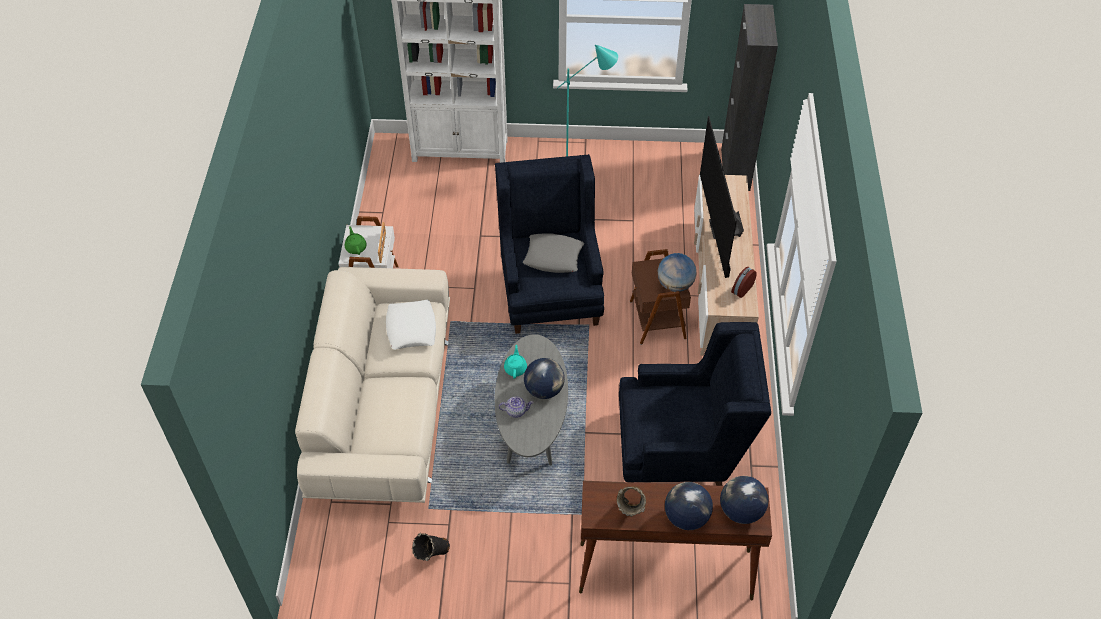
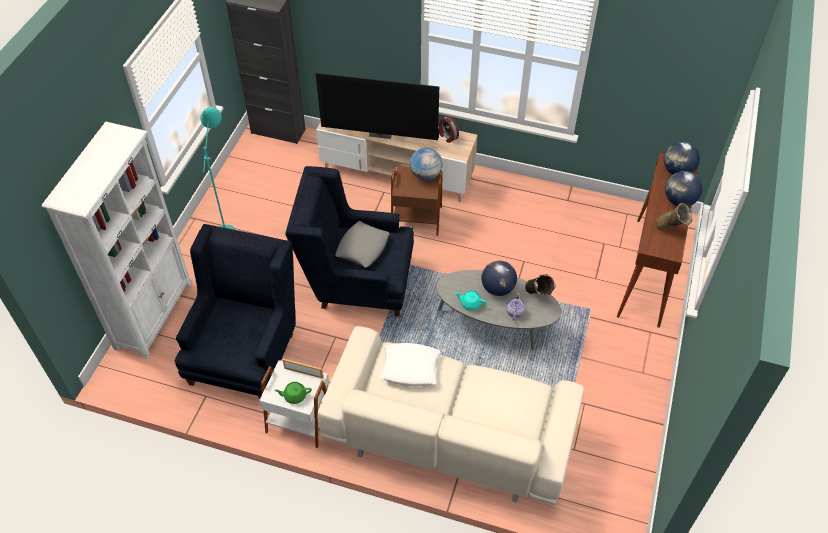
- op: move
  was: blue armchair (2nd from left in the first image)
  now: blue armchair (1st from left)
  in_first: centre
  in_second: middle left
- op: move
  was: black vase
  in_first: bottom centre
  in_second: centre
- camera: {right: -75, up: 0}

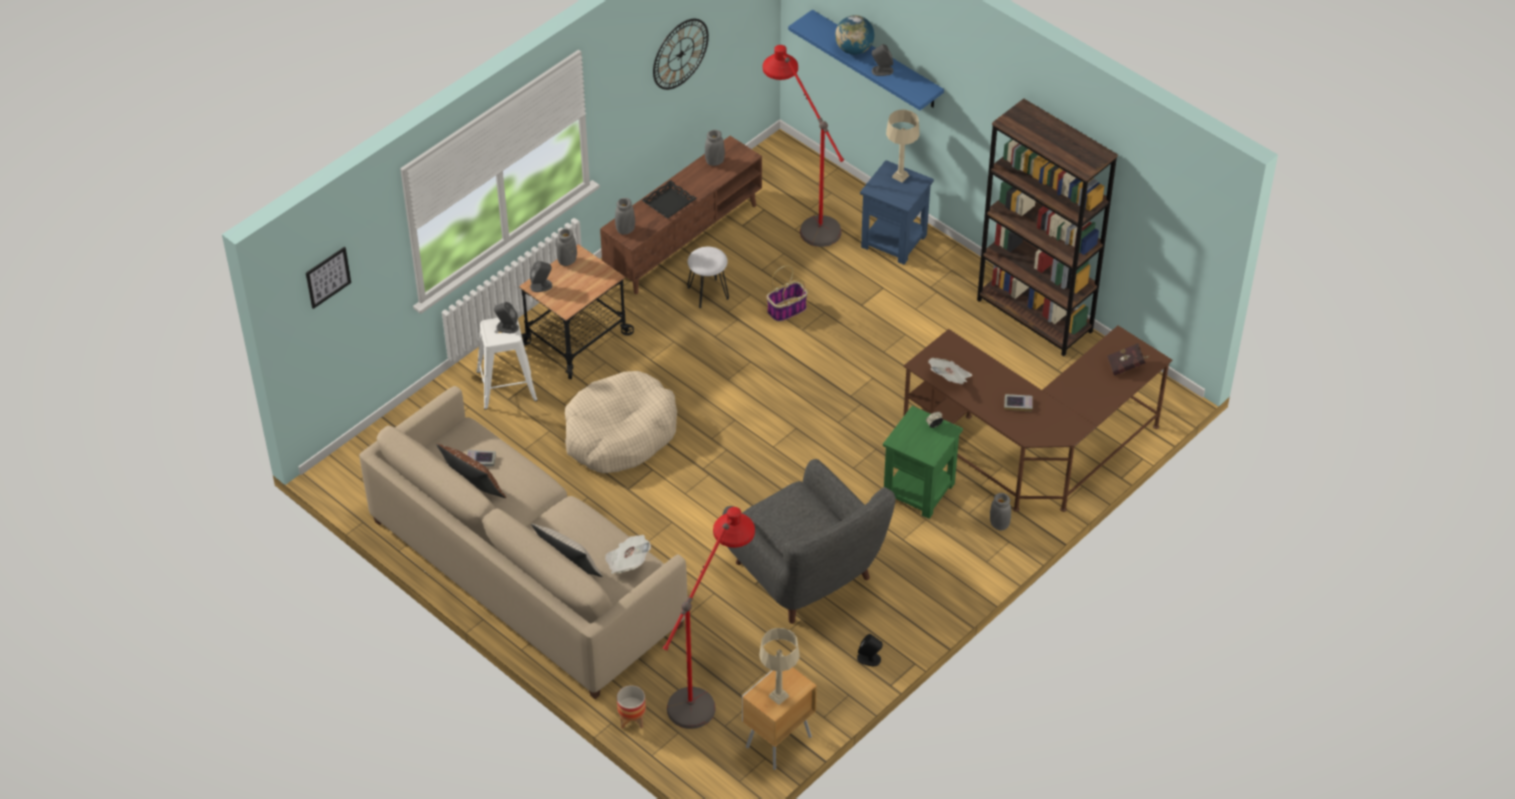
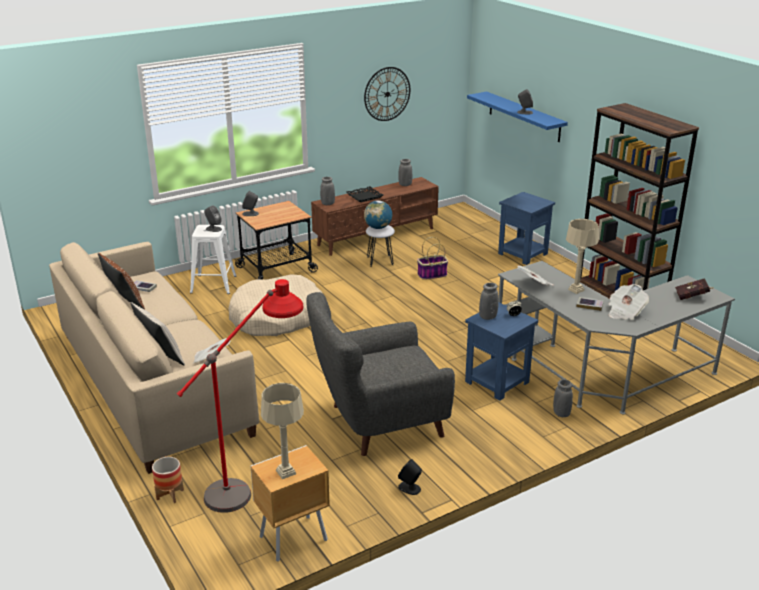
- op: rotate
  was: grey armchair
  in_first: bottom centre
  in_second: centre
  clockwise: 90
- op: move
  was: globe
  in_first: top centre
  in_second: centre
- op: recolor
  was: green side table
  now: blue side table (1st from left)
  in_first: centre
  in_second: centre
- op: move
  was: grey vase (1st from left in the first image)
  now: grey vase (3rd from left)
  in_first: top centre
  in_second: centre
- op: recolor
  was: brown desk
  now: grey desk
  in_first: middle right
  in_second: middle right
- op: move
  was: beige table lamp (2nd from left)
  in_first: top centre
  in_second: middle right
- op: insert
  now: newspaper (3rd from left)
  in_second: middle right
- op: delete
  was: picture
  in_first: middle left
- op: delete
  was: red floor lamp (2nd from left)
  in_first: top centre
- camera: {right: 15, up: -20}

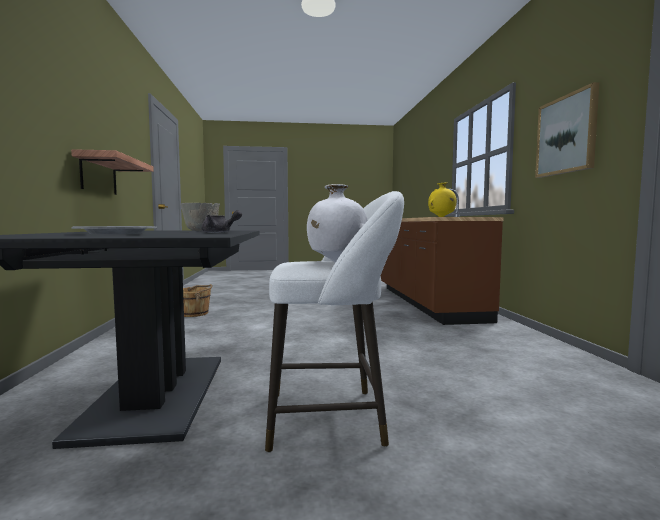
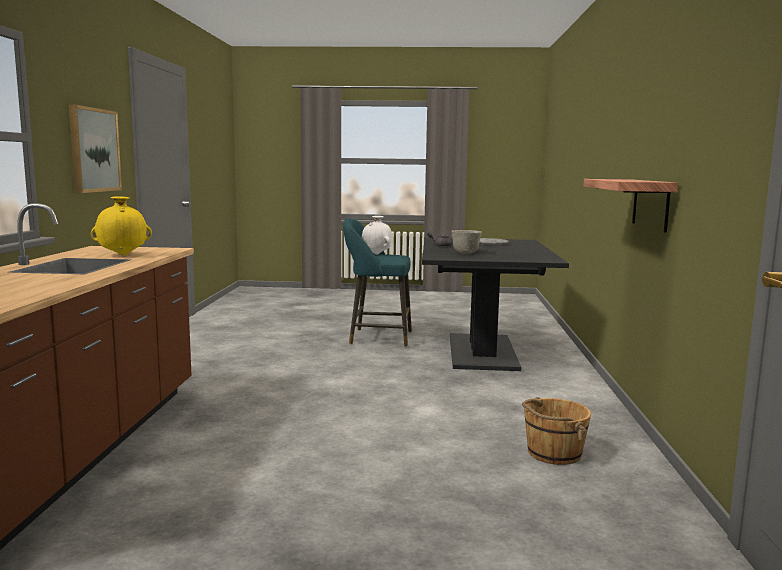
- op: recolor
  was: white stool
  now: turquoise stool
  in_first: centre
  in_second: centre
- camera: {right: -170, up: 5}

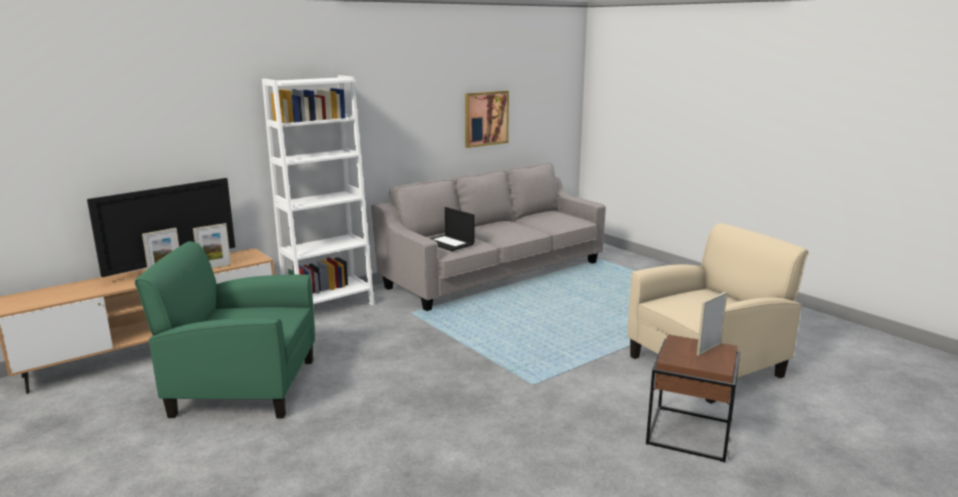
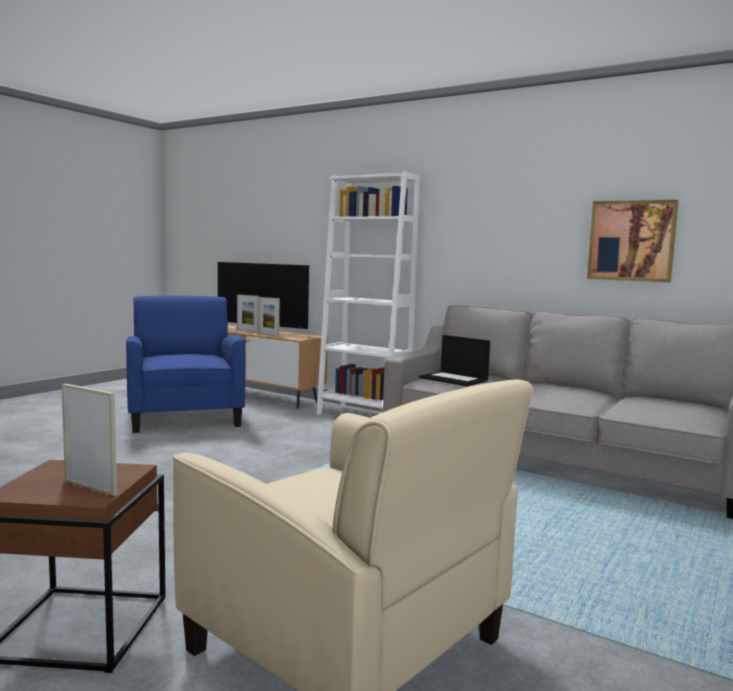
- op: recolor
  was: green armchair
  now: blue armchair
  in_first: middle left
  in_second: middle left
- op: rotate
  was: laptop
  in_first: centre
  in_second: centre
  clockwise: -75
- camera: {right: 70, up: -10}

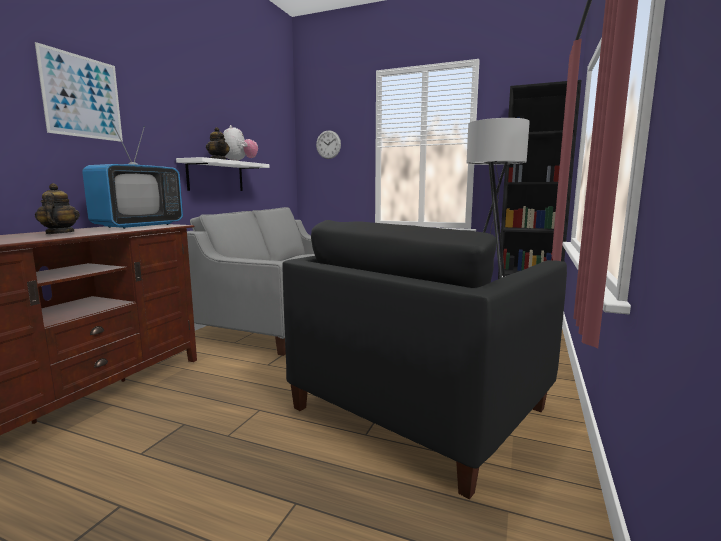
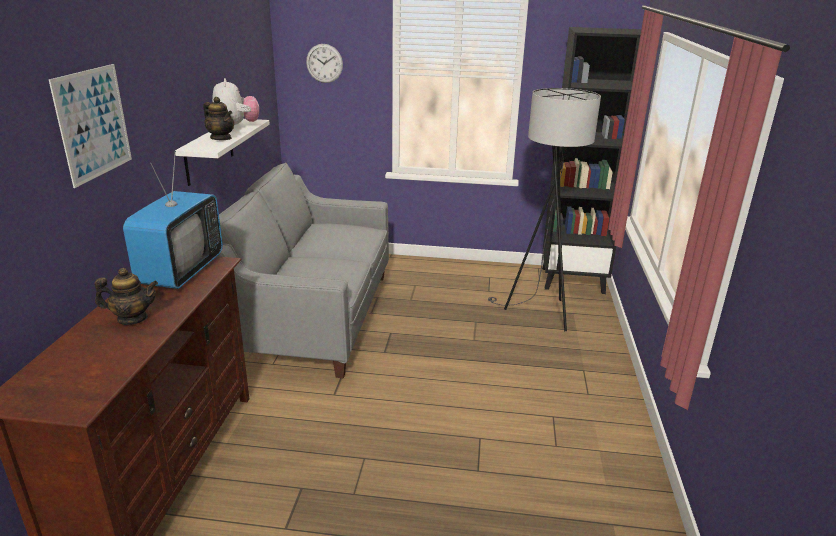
- op: rotate
  was: teapot (1st from left)
  in_first: middle left
  in_second: middle left
  clockwise: 120
- op: delete
  was: black armchair
  in_first: centre
- camera: {right: -15, up: 15}

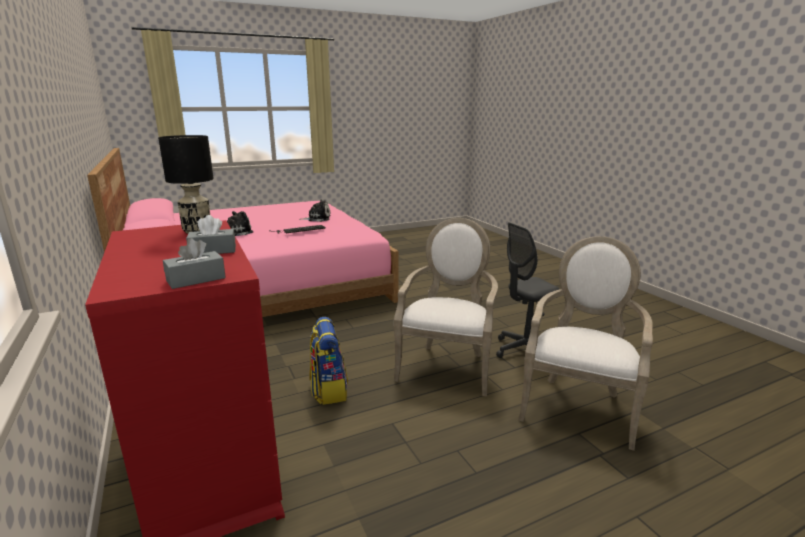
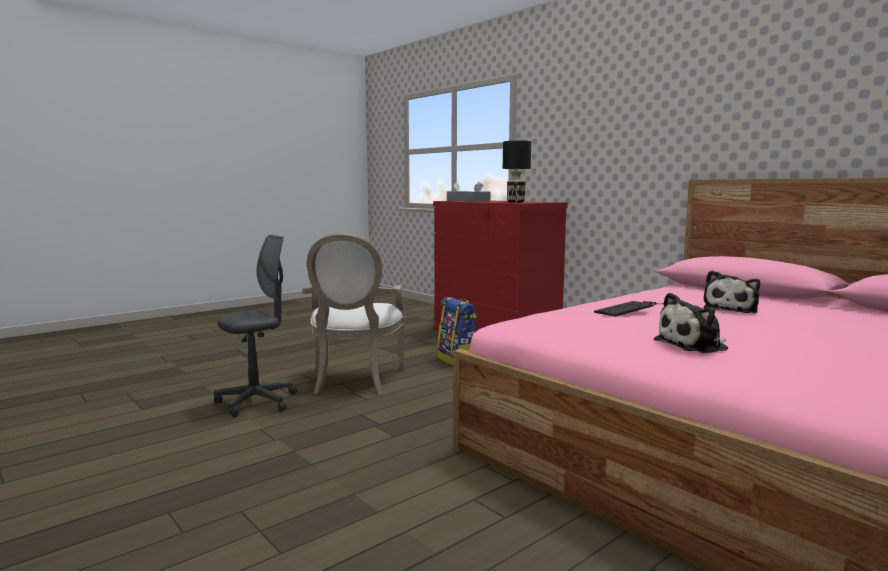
- op: delete
  was: armchair (2nd from left)
  in_first: middle right
- camera: {right: 165, up: -10}

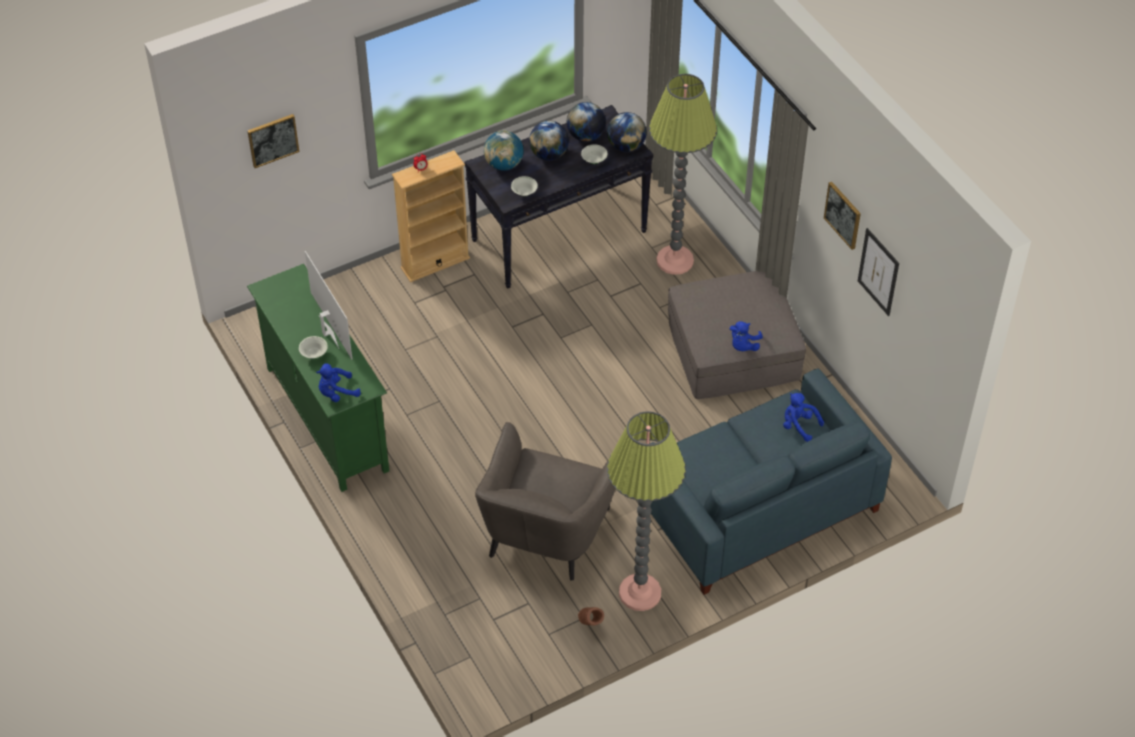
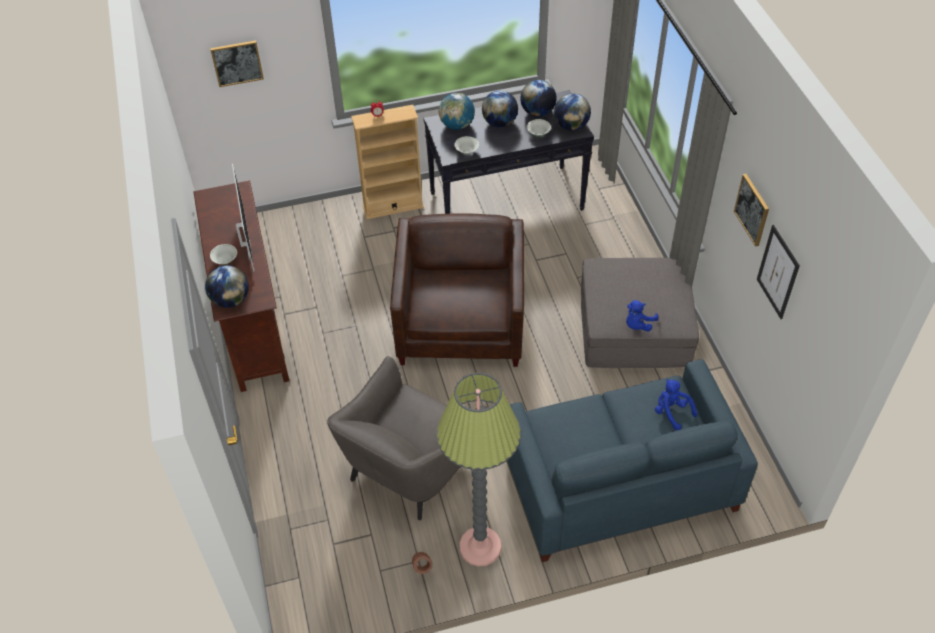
- op: recolor
  was: green tv stand
  now: brown tv stand
  in_first: middle left
  in_second: middle left
- op: replace
  was: blue plush toy (1st from left)
  now: globe (1st from left)
  in_first: middle left
  in_second: middle left
- op: insert
  now: brown armchair
  in_second: centre
- op: delete
  was: floor lamp (2nd from left)
  in_first: top centre
- camera: {right: 15, up: 0}

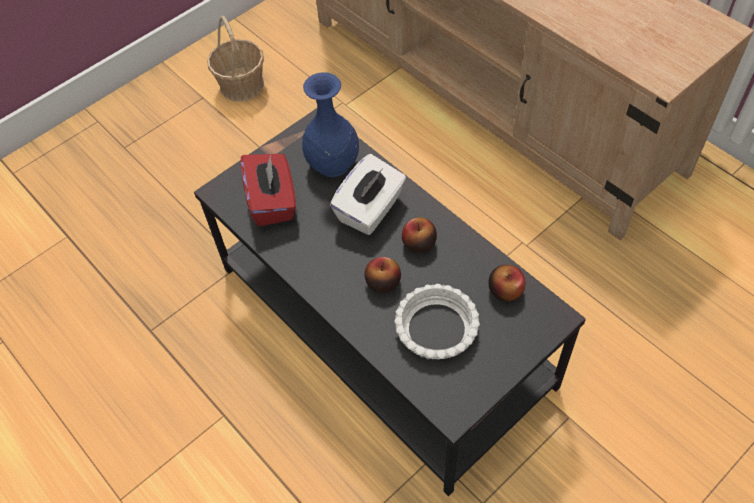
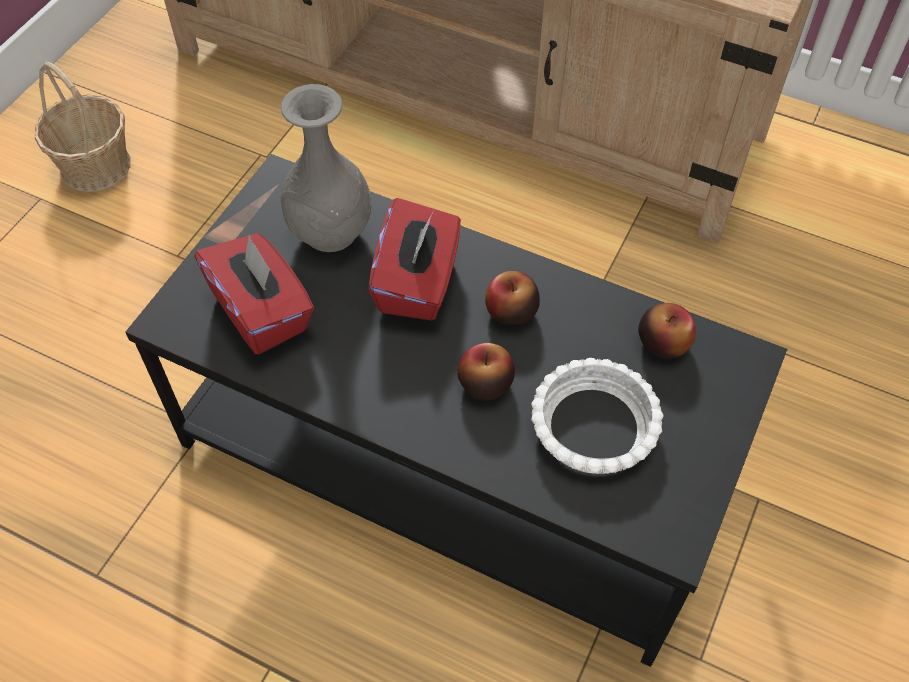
- op: recolor
  was: blue vase
  now: grey vase
  in_first: top centre
  in_second: top centre
- op: recolor
  was: white tissue box
  now: red tissue box (2nd from left)
  in_first: centre
  in_second: centre
- camera: {right: -25, up: 0}

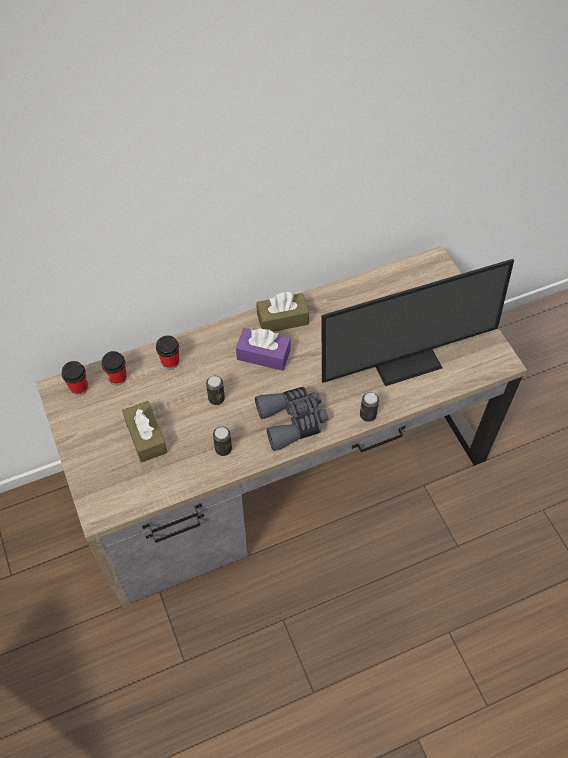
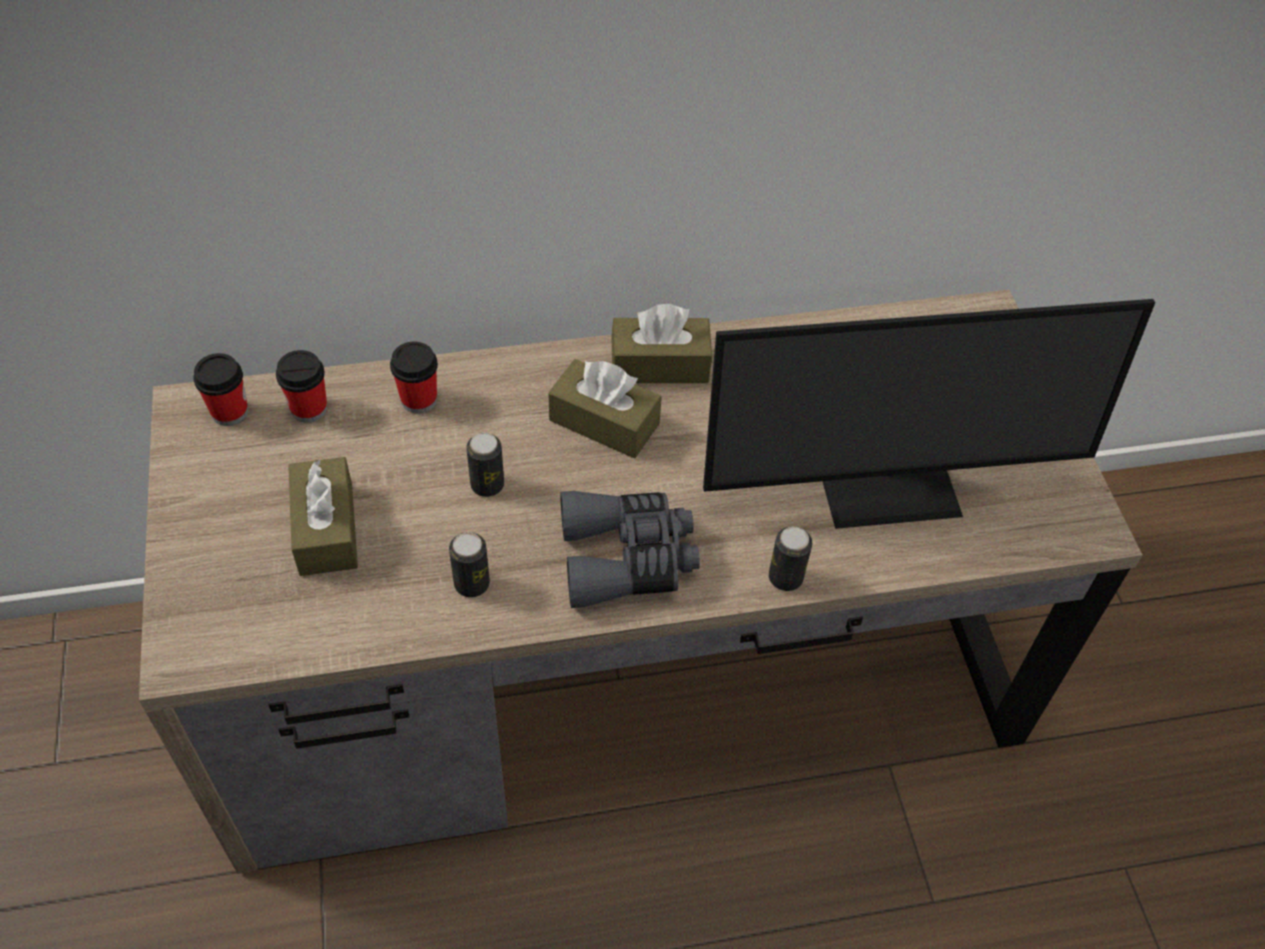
- op: recolor
  was: purple tissue box
  now: brown tissue box (2nd from left)
  in_first: centre
  in_second: centre
- camera: {right: 10, up: -5}

